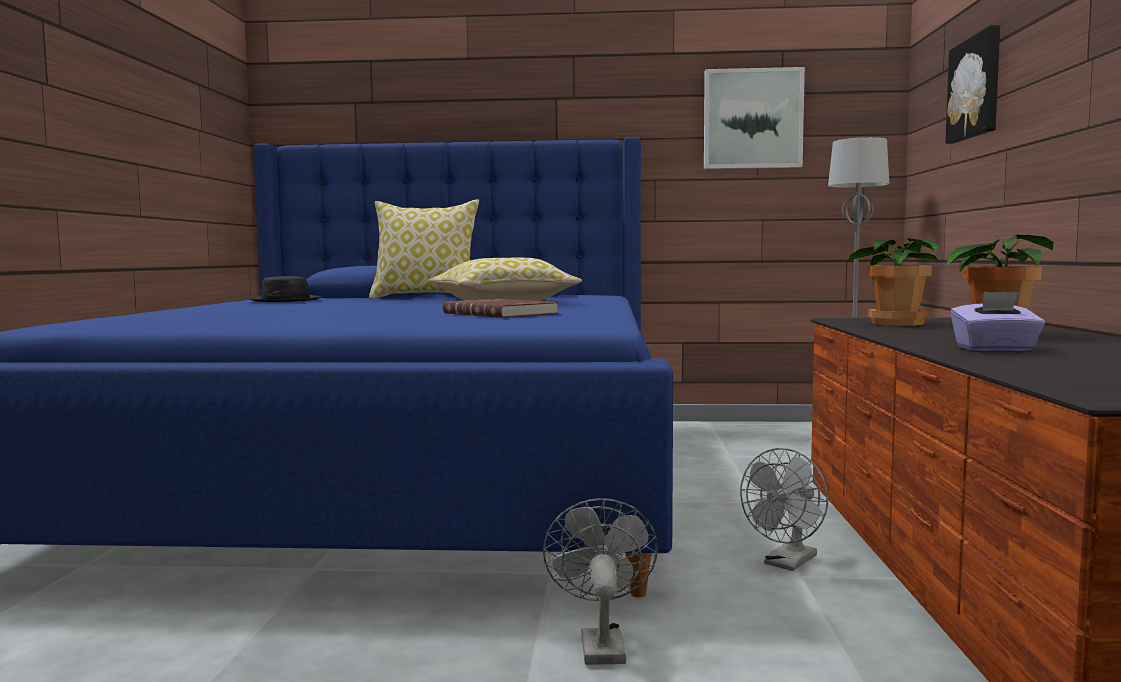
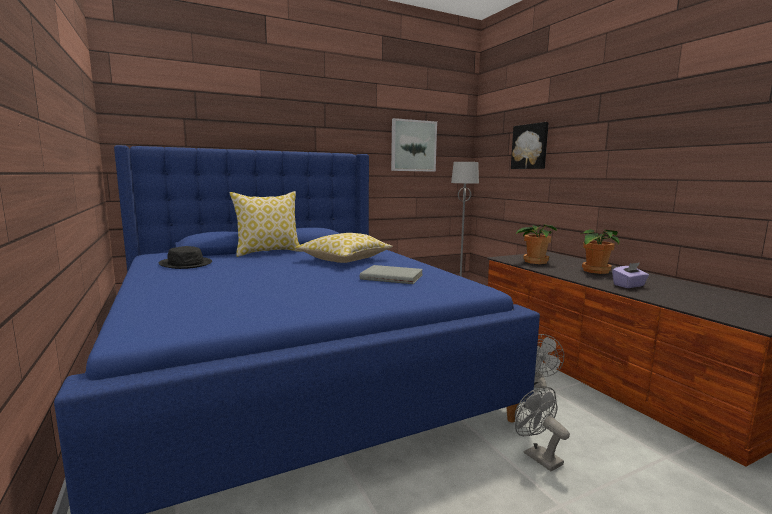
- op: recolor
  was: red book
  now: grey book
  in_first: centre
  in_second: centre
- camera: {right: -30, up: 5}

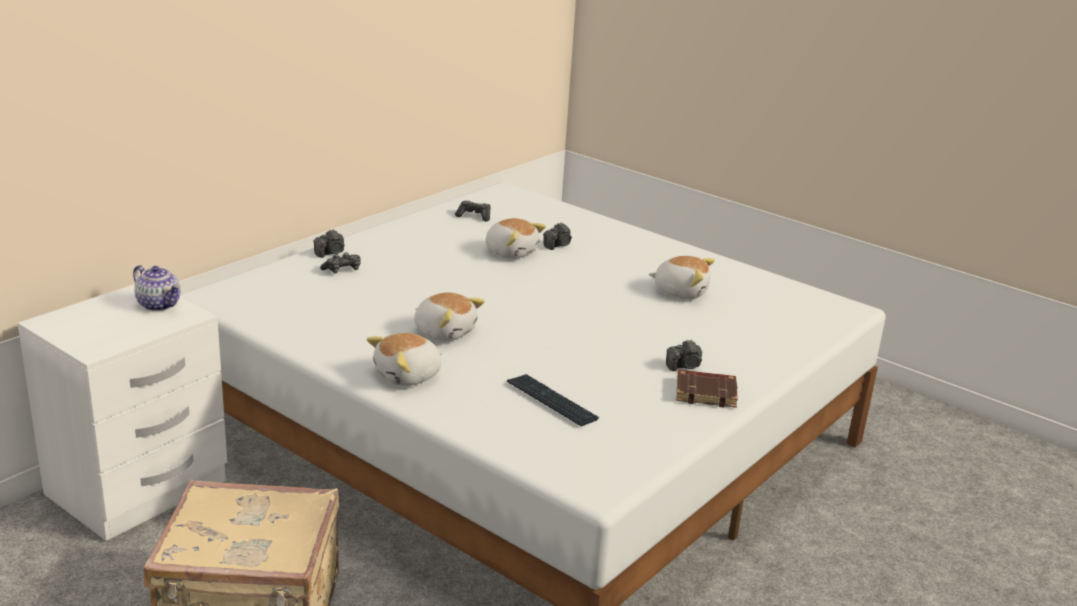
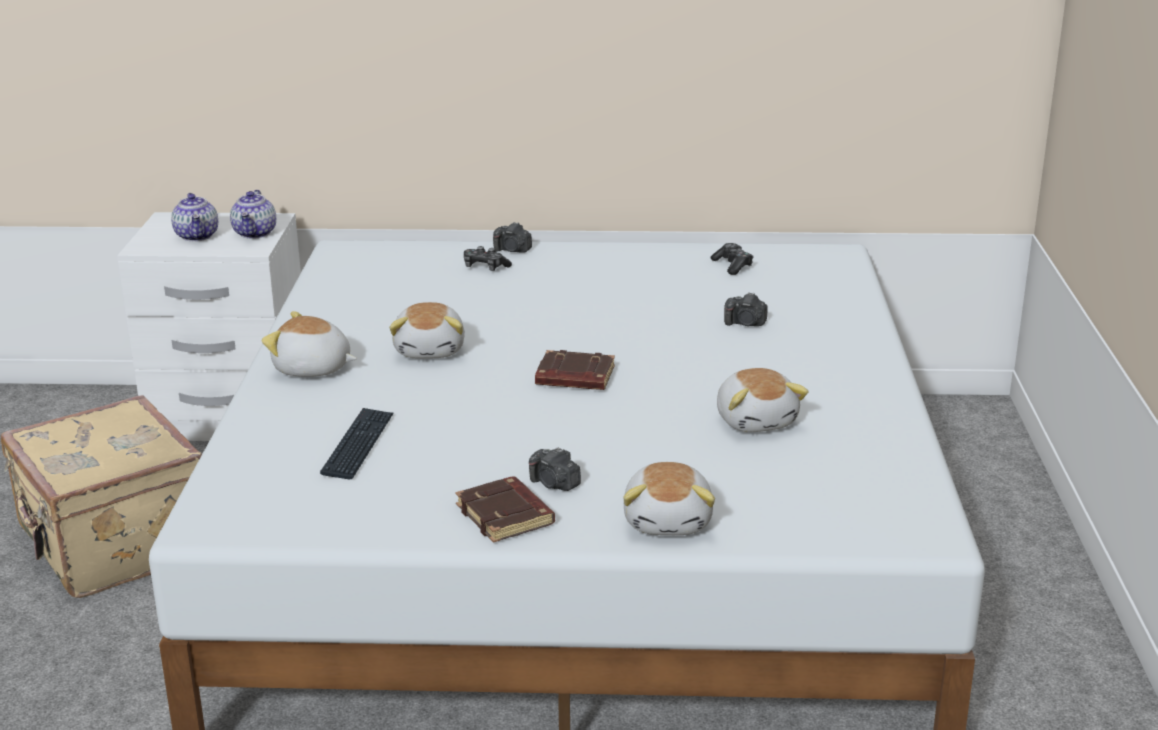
- op: insert
  now: teapot (1st from left)
  in_second: top left
- op: insert
  now: brown book (2nd from left)
  in_second: centre
- op: move
  was: plush toy (3rd from left)
  in_first: centre
  in_second: bottom centre
- camera: {right: 55, up: 0}

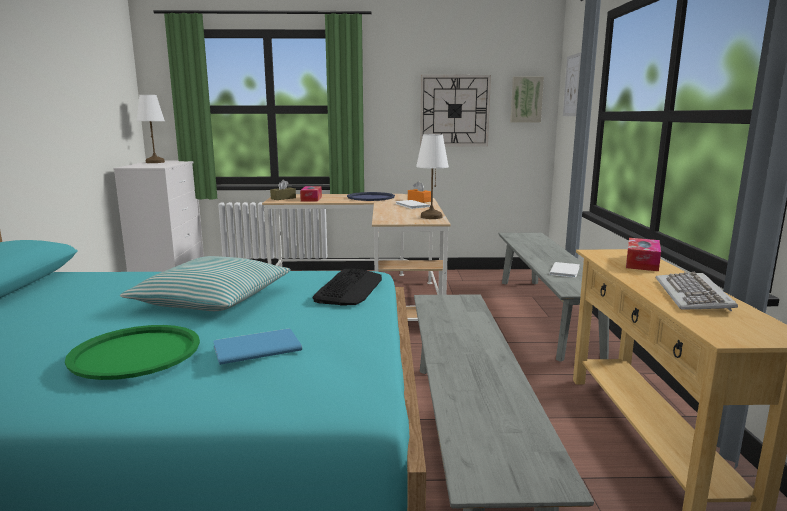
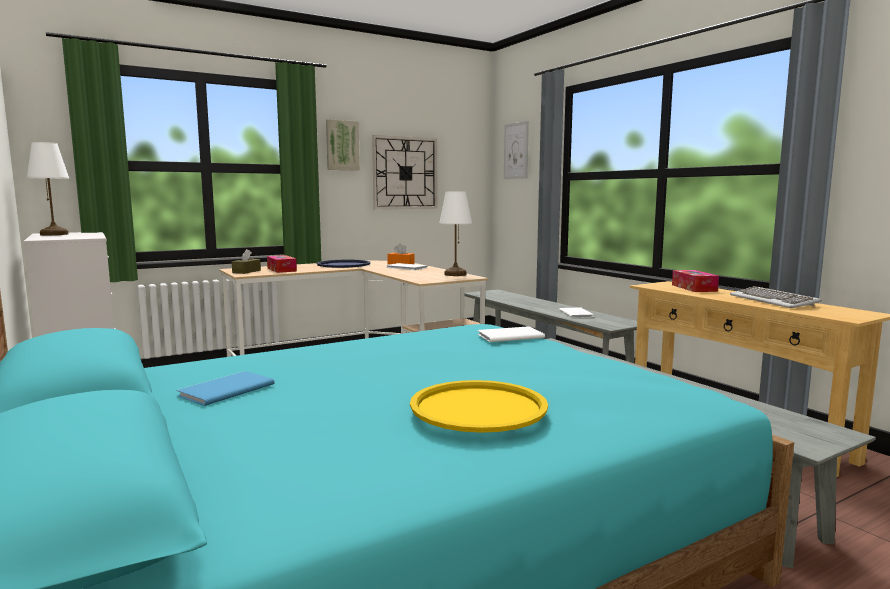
- op: move
  was: blue book
  in_first: bottom left
  in_second: middle left
- op: move
  was: picture (1st from left)
  in_first: top right
  in_second: top centre
- op: recolor
  was: green tray
  now: yellow tray
  in_first: bottom left
  in_second: bottom centre
- op: replace
  was: keyboard (1st from left)
  now: white book (2nd from left)
  in_first: centre
  in_second: centre
- op: delete
  was: pillow
  in_first: middle left
- camera: {right: -30, up: -5}

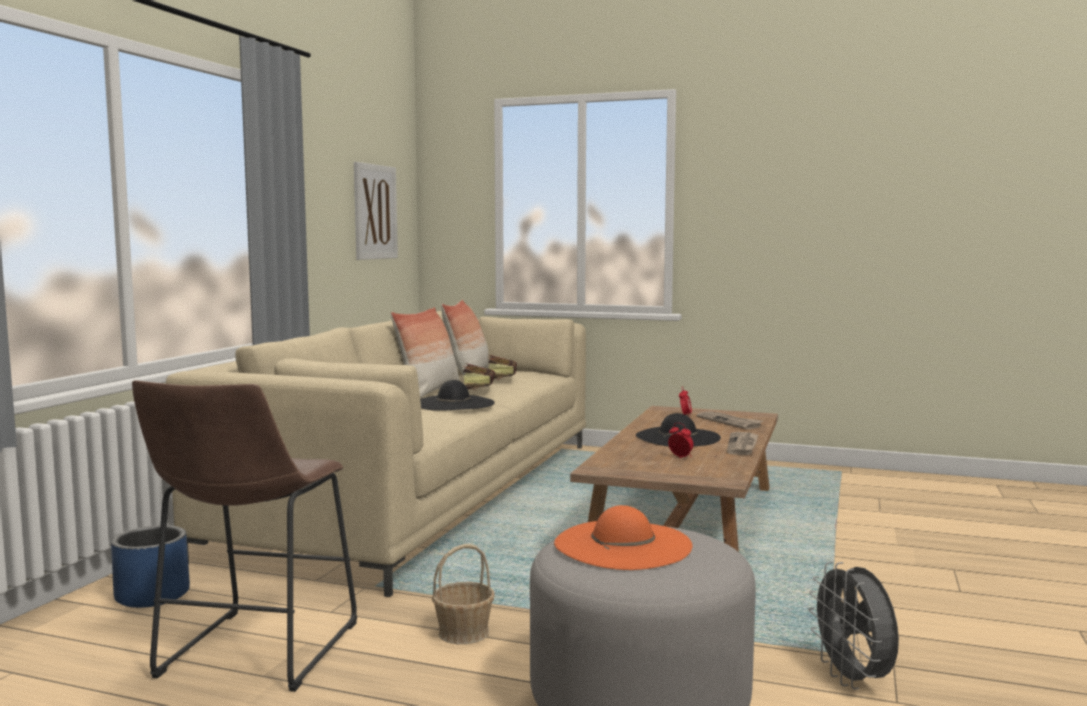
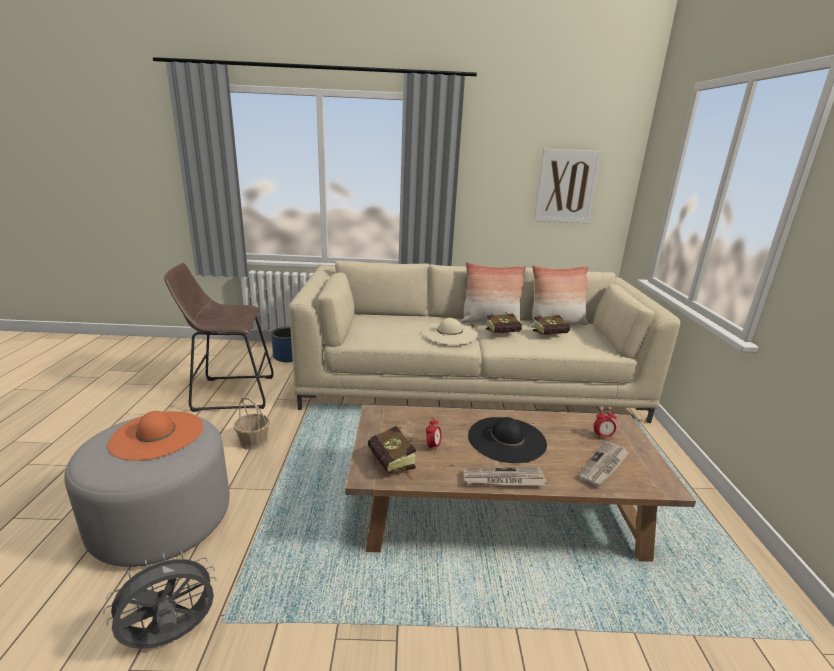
- op: insert
  now: book (1st from left)
  in_second: bottom centre
- op: recolor
  was: black hat (1st from left)
  now: beige hat
  in_first: centre
  in_second: centre
- camera: {right: 70, up: 15}

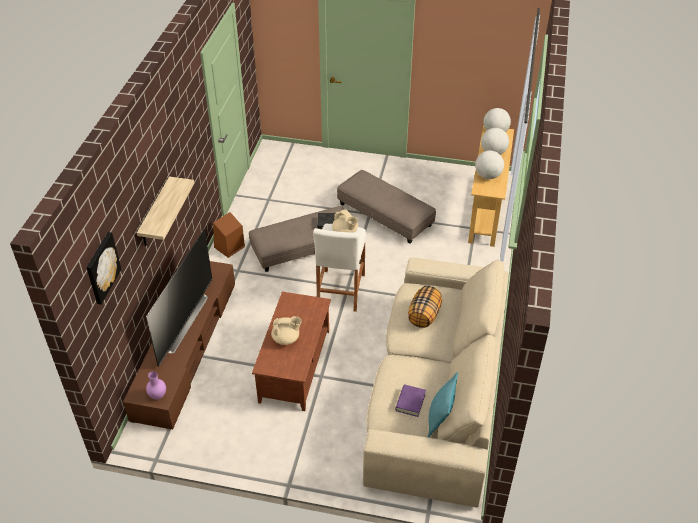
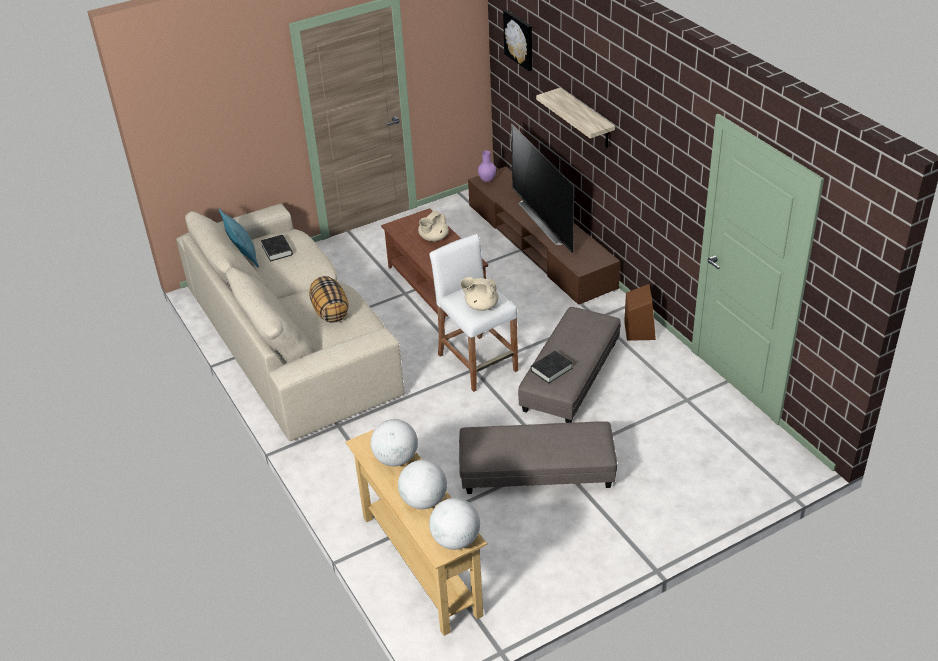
- op: recolor
  was: purple book
  now: black book (1st from left)
  in_first: bottom centre
  in_second: middle left
- camera: {right: 140, up: -5}

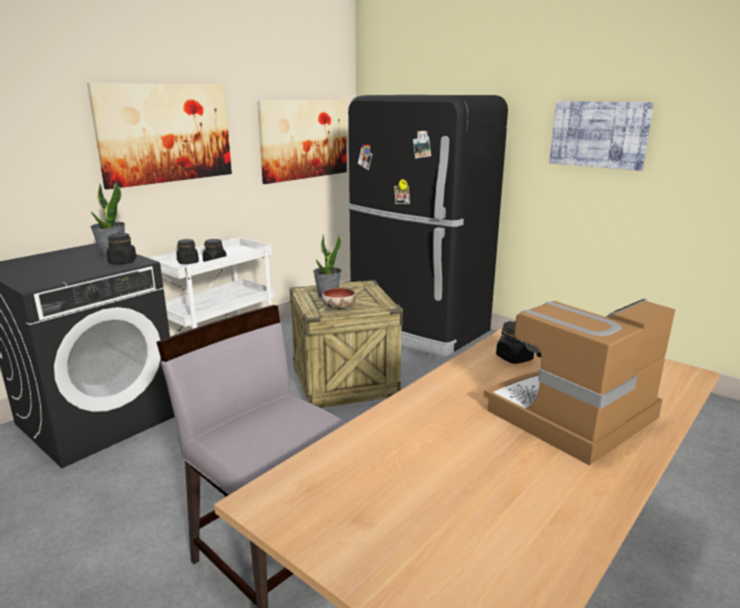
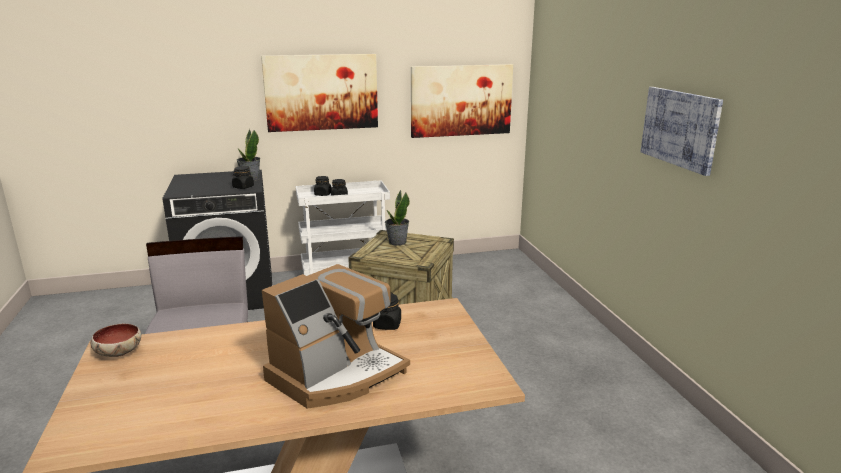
- op: move
  was: bowl
  in_first: centre
  in_second: bottom left
- op: rotate
  was: coffee machine
  in_first: middle right
  in_second: bottom centre
  clockwise: 135
- op: delete
  was: black fridge
  in_first: centre
- camera: {right: 35, up: 0}

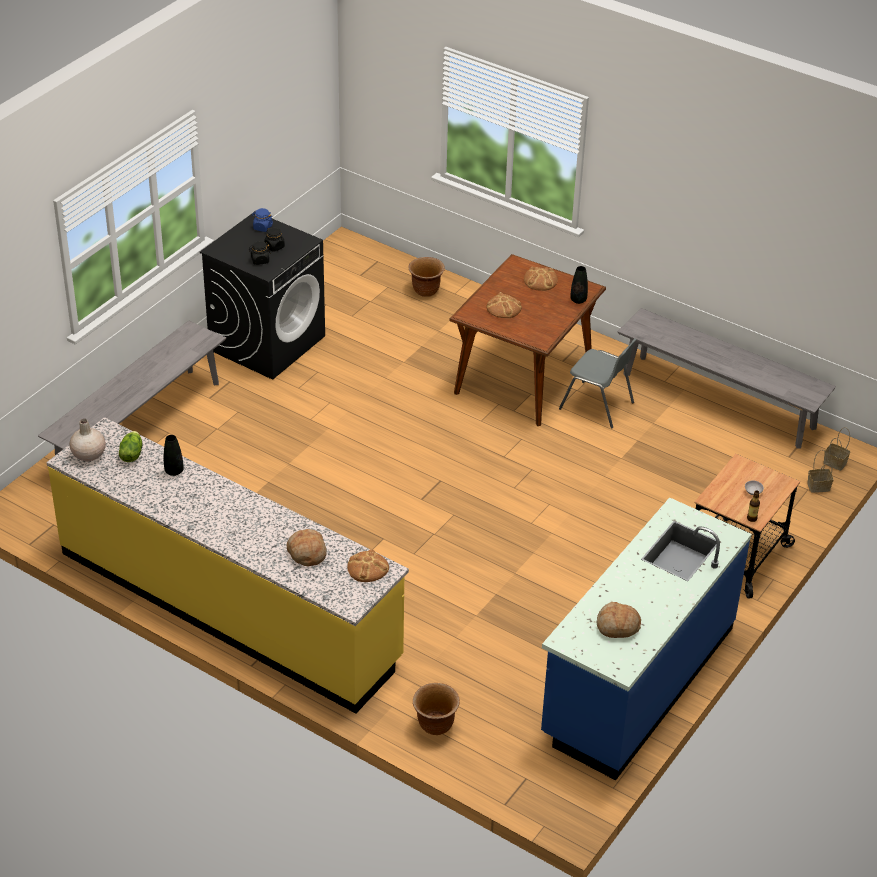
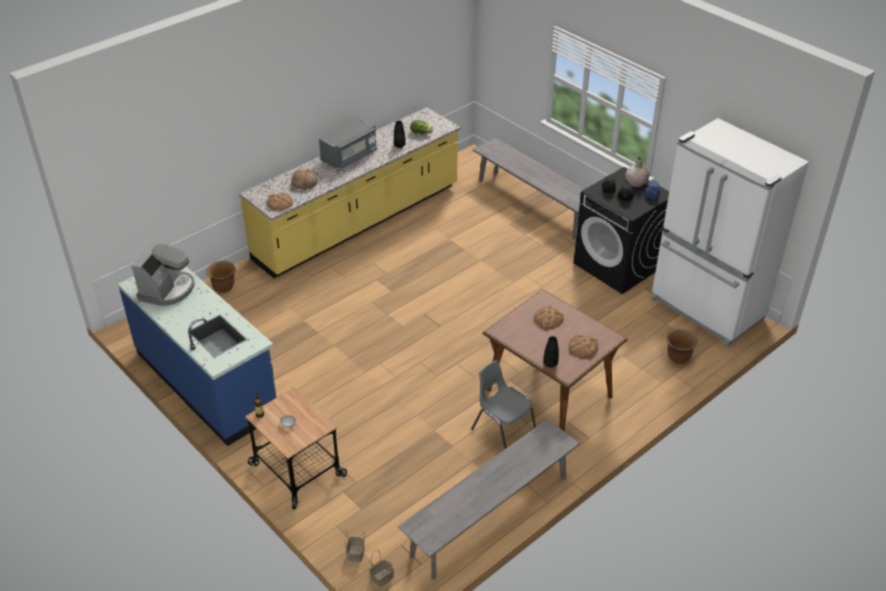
- op: replace
  was: bread (5th from left)
  now: coffee machine
  in_first: bottom right
  in_second: middle left
- op: insert
  now: grey microwave
  in_second: top centre
- op: rotate
  was: grey chair
  in_first: middle right
  in_second: bottom centre
  clockwise: 90
- op: move
  was: beige vase
  in_first: middle left
  in_second: top right
- op: insert
  now: white fridge
  in_second: middle right
- camera: {right: 105, up: 0}

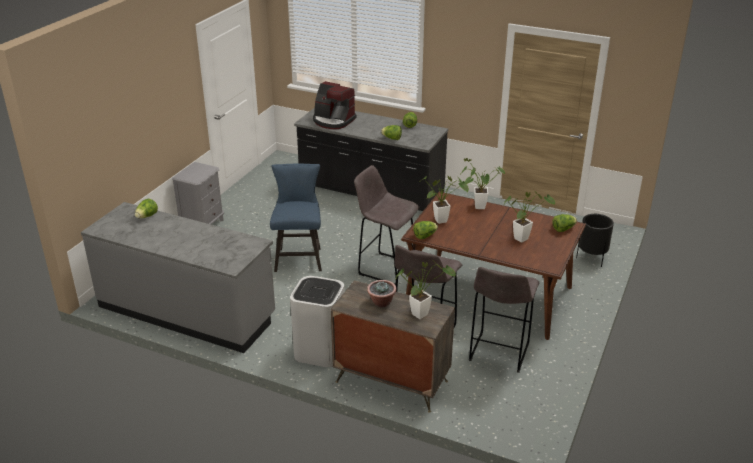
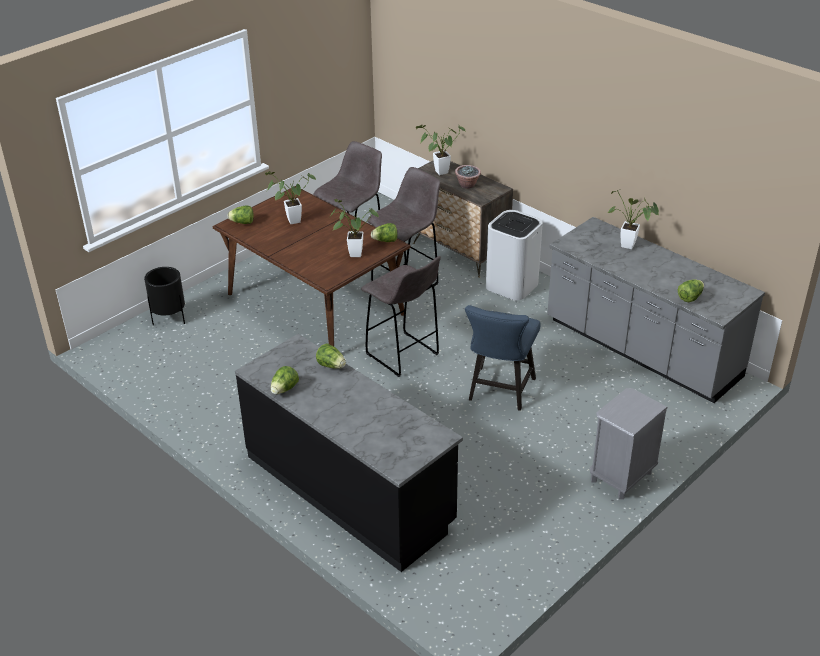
- op: move
  was: potted plant (4th from left in the first image)
  now: potted plant (5th from left)
  in_first: centre
  in_second: middle right
- op: delete
  was: coffee machine
  in_first: top centre
- camera: {right: -160, up: 5}

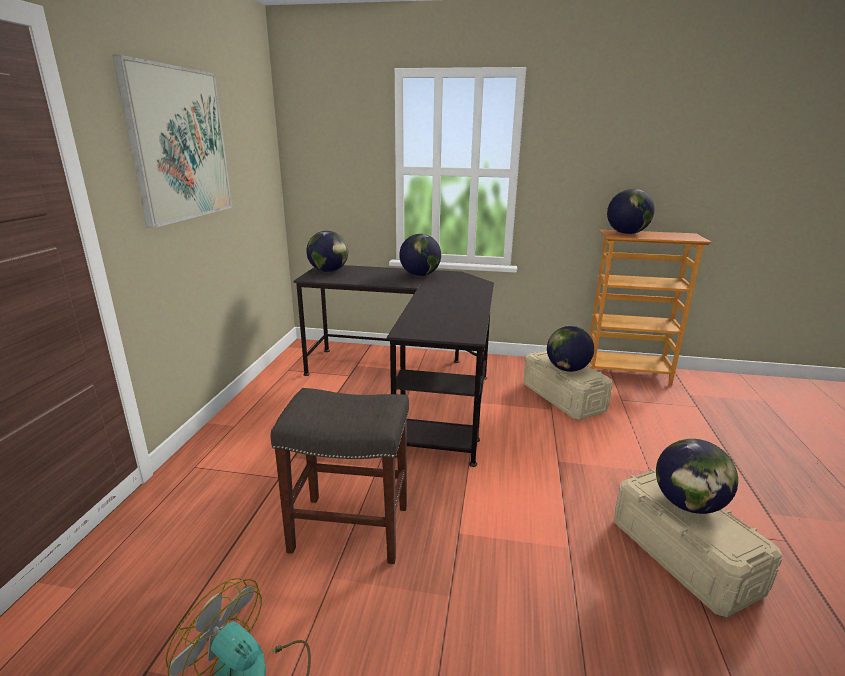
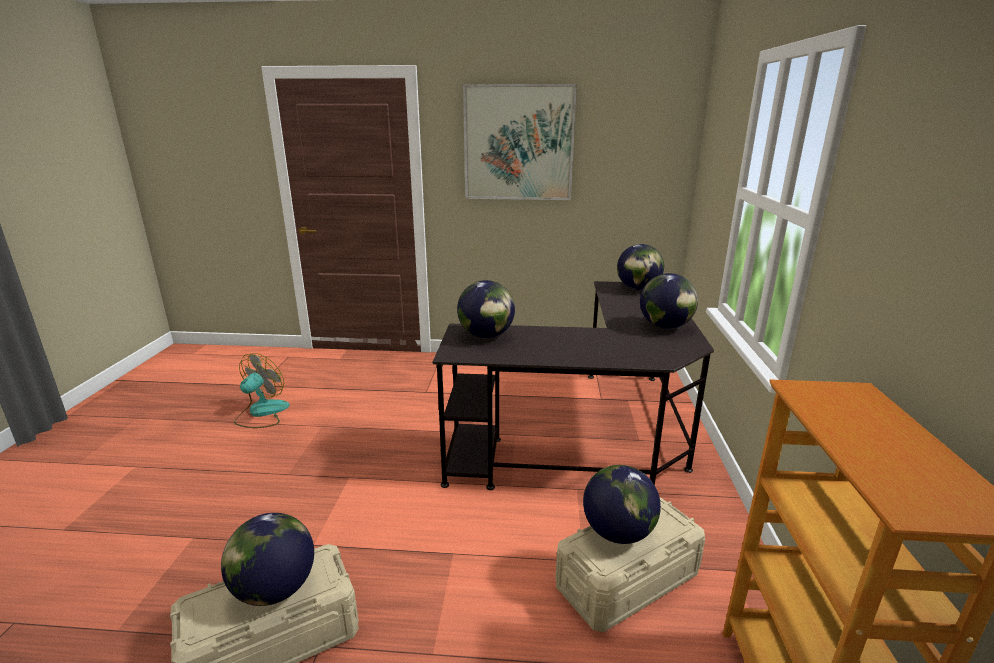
- op: move
  was: globe (4th from left in the first image)
  now: globe (2nd from left)
  in_first: top right
  in_second: centre
- op: delete
  was: grey stool
  in_first: bottom centre
- camera: {right: 85, up: 0}

